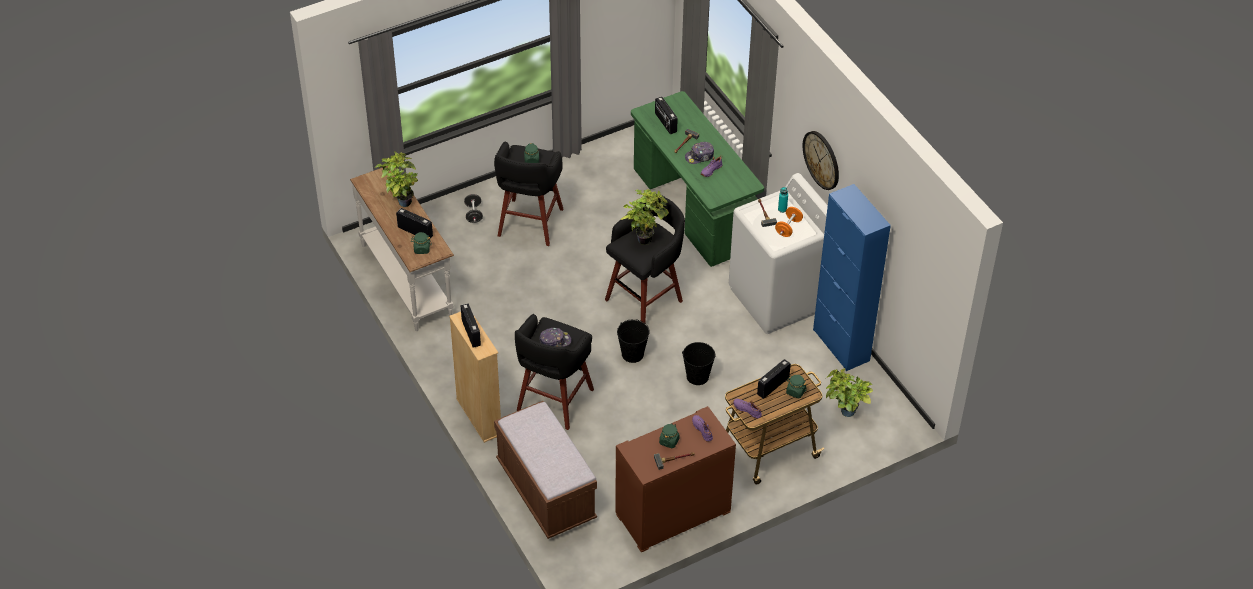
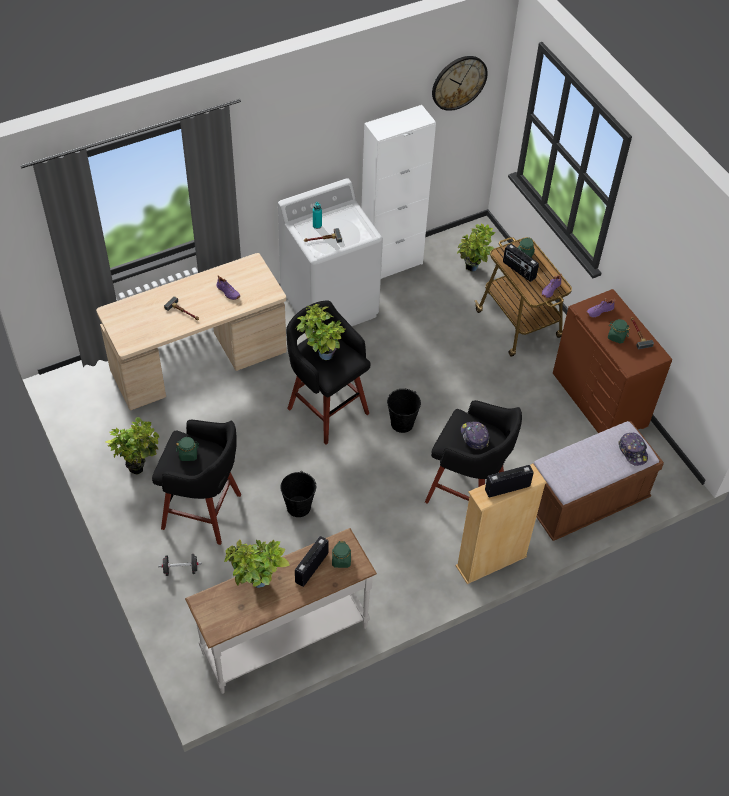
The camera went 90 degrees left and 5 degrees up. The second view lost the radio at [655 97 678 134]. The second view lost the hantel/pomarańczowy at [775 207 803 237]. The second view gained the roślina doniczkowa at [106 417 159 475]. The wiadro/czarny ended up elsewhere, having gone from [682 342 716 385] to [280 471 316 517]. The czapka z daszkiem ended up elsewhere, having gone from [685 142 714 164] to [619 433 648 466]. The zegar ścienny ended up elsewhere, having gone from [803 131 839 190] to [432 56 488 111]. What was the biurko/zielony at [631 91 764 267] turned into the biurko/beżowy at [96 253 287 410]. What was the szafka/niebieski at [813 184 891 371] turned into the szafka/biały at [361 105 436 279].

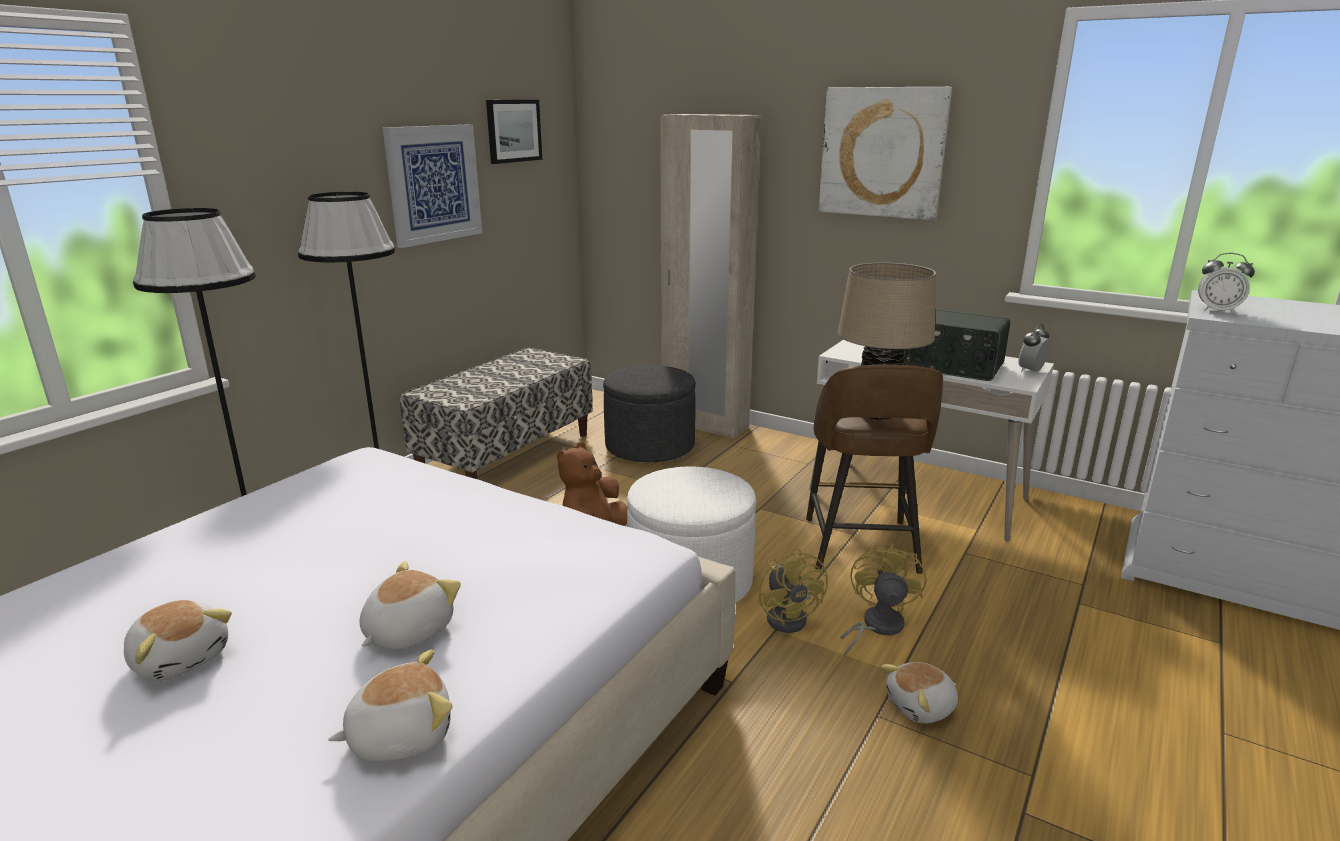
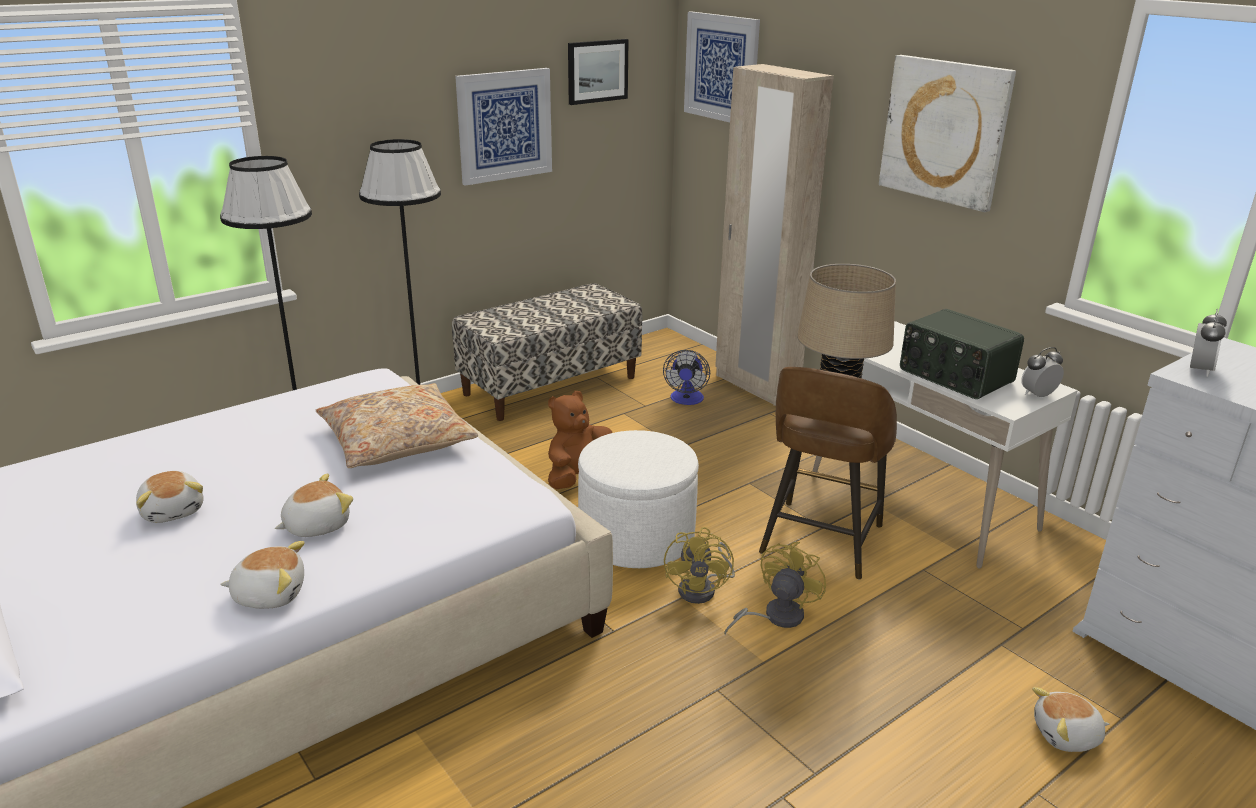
The camera went 20 degrees right and 5 degrees up. The second view gained the poduszka/beżowy at [316 383 478 468]. The second view gained the obraz at [684 11 760 122]. The pluszak ended up elsewhere, having gone from [881 662 958 723] to [1032 687 1109 752]. Where the pufa/szary stood at [603 365 696 462], the wentylator came to stand at [663 350 710 405]. The budzik at [1198 253 1255 314] ended up facing another way, 105 degrees counterclockwise from before.

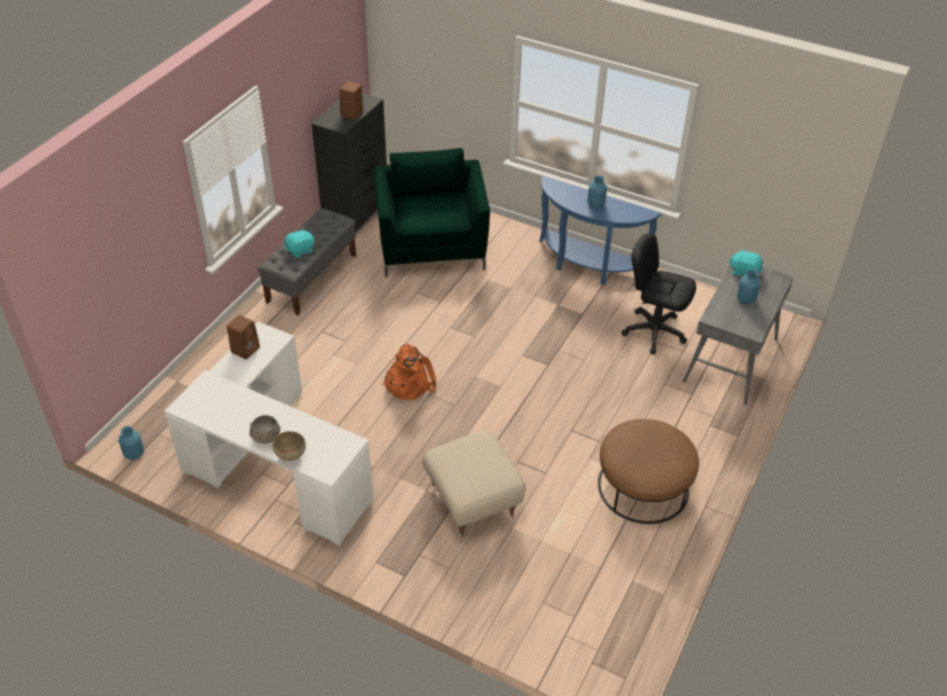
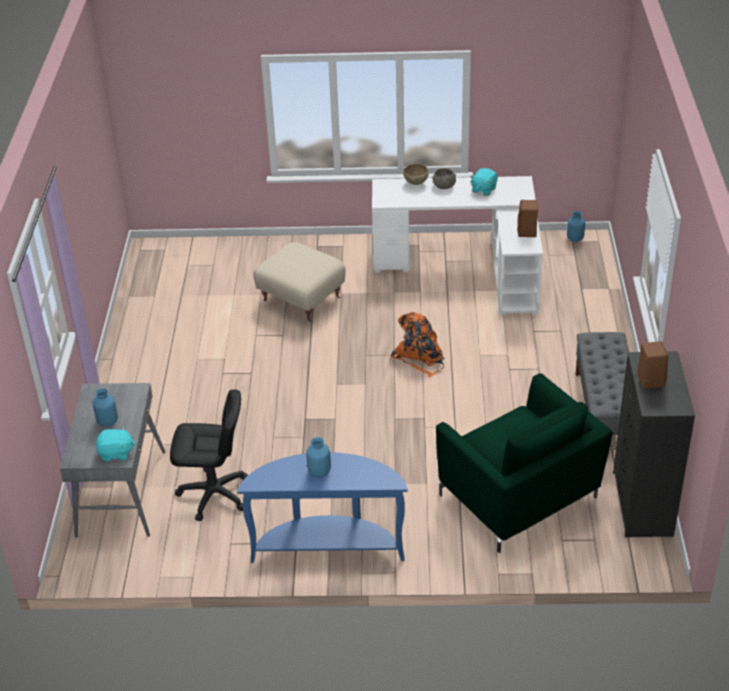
The camera went 155 degrees right and 5 degrees down. The second view lost the pufa/brązowy at [598 419 699 524]. The pluszak/turkusowy ended up elsewhere, having gone from [284 228 315 258] to [470 168 498 196].

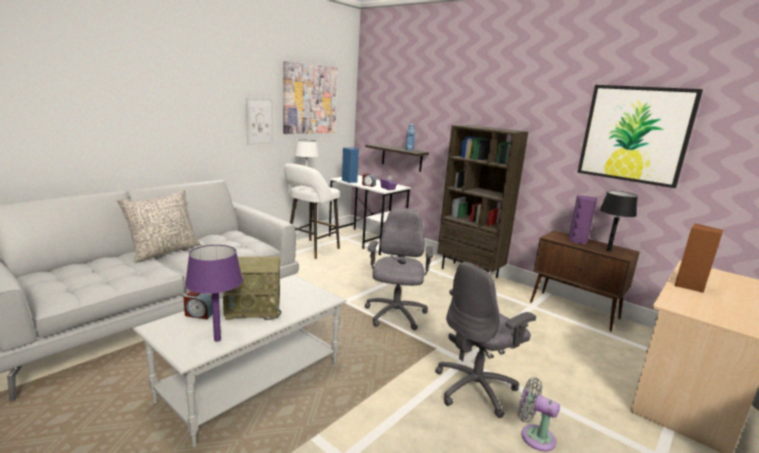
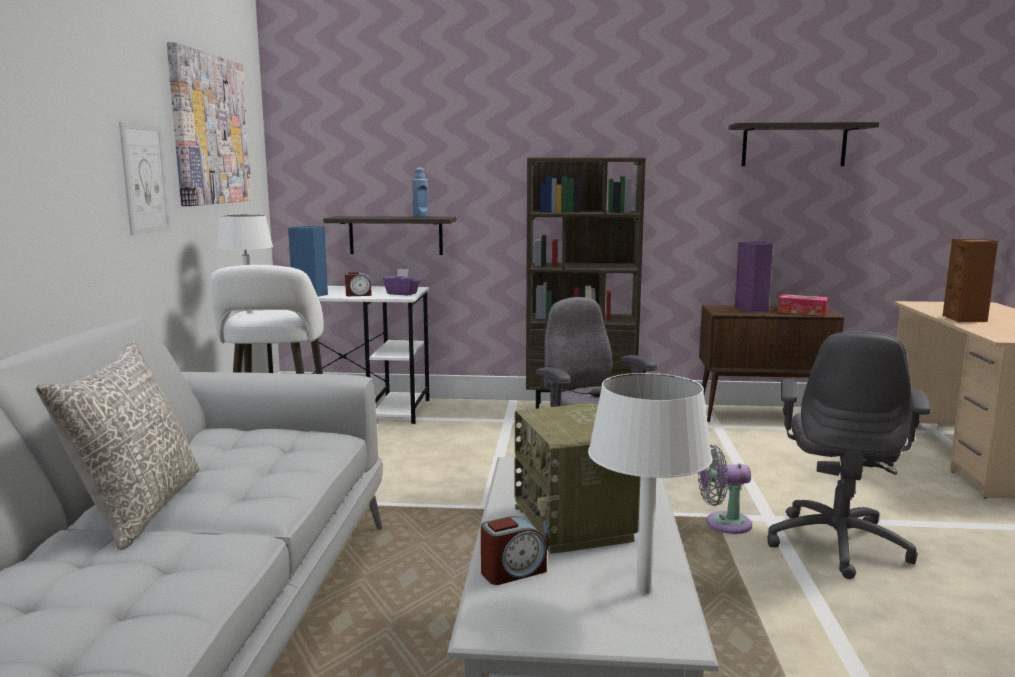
The camera went 35 degrees left and 5 degrees down. The wentylator/szary ended up elsewhere, having gone from [518 377 560 451] to [698 445 752 534]. Where the obraz hung at [577 85 703 188], the półka came to hang at [728 122 879 166]. Where the lampa stołowa/czarny stood at [600 191 638 252], the pudełko chusteczek came to stand at [778 294 828 316]. What was the lampa stołowa/fioletowy at [185 245 243 342] turned into the lampa stołowa/biały at [588 373 712 595]. The radio at [223 256 281 320] ended up facing another way, 120 degrees clockwise from before.

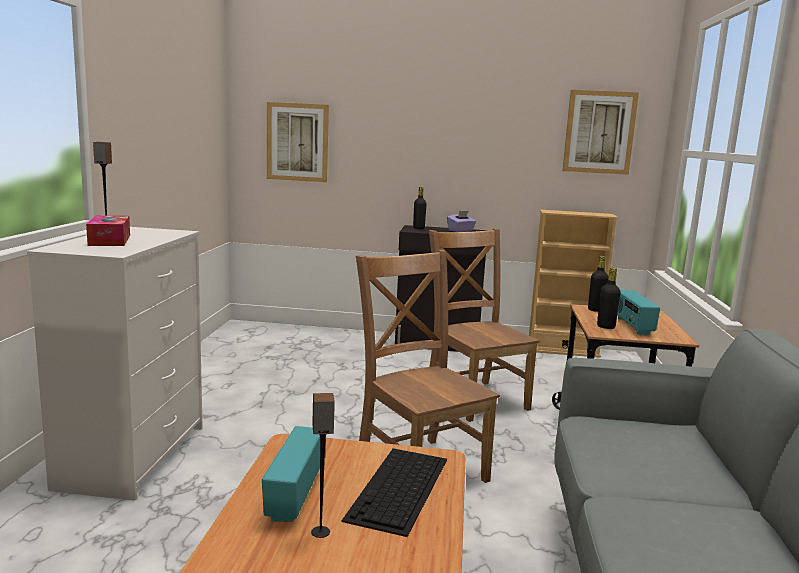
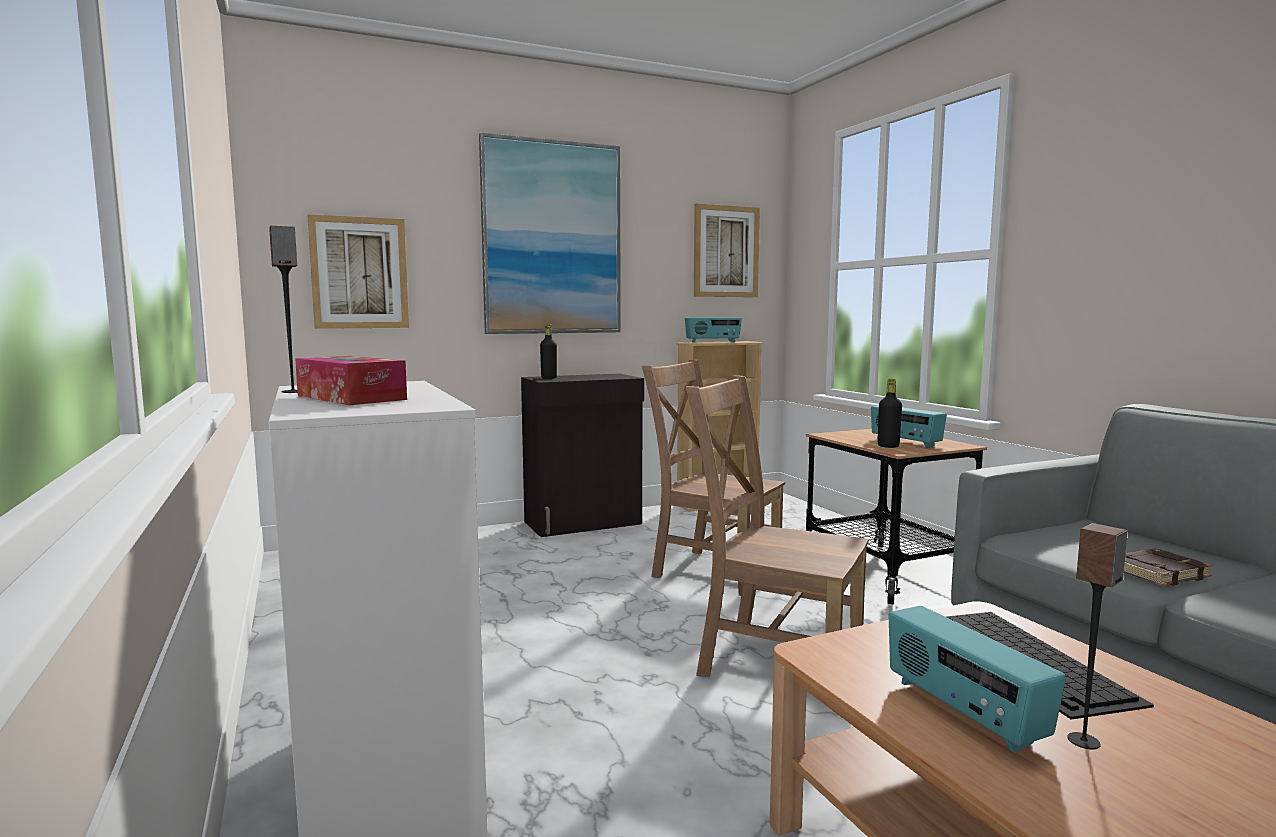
The camera went 30 degrees left and 5 degrees down. The second view lost the pudełko chusteczek/fioletowy at [447 211 476 232]. The second view lost the butelka/czarny at [588 256 608 312]. The second view gained the obraz at [479 133 621 334]. The second view gained the radio at [685 318 742 343]. The second view gained the książka/brązowy at [1124 549 1213 586].

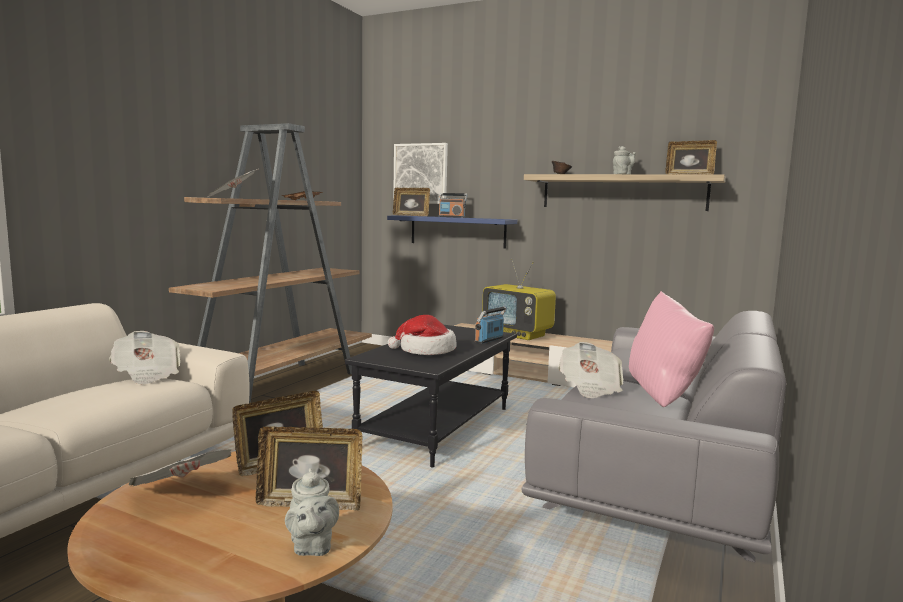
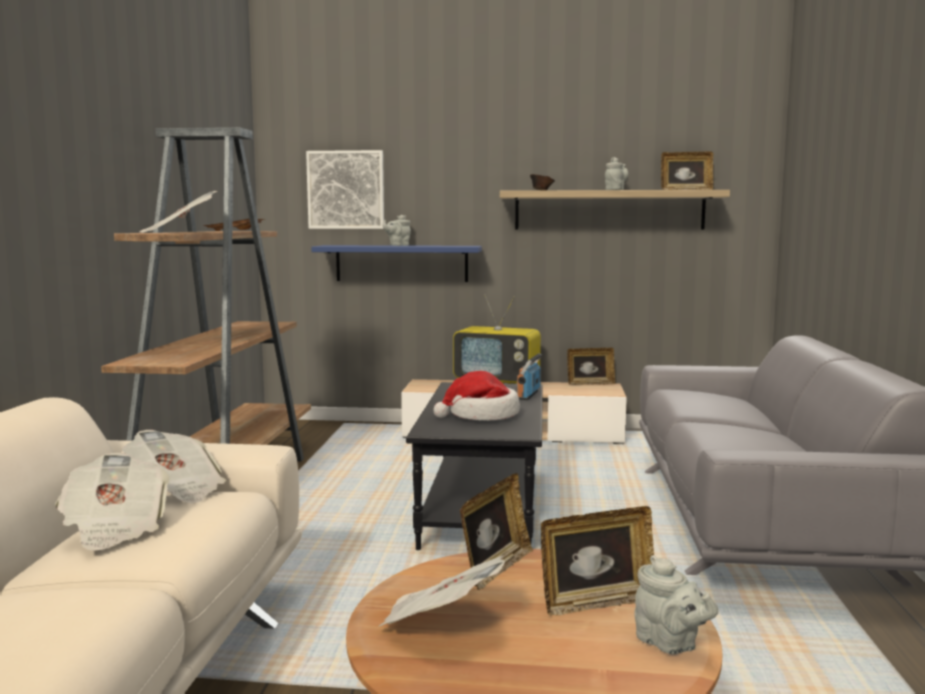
The camera went 20 degrees left and 0 degrees up. The second view lost the poduszka/różowy at [629 291 714 407]. The ramka na zdjęcie ended up elsewhere, having gone from [393 188 430 216] to [567 348 615 385]. The gazeta ended up elsewhere, having gone from [558 342 623 398] to [56 453 170 551]. Where the radio stood at [439 193 467 218], the imbryk/szary came to stand at [383 215 411 246].

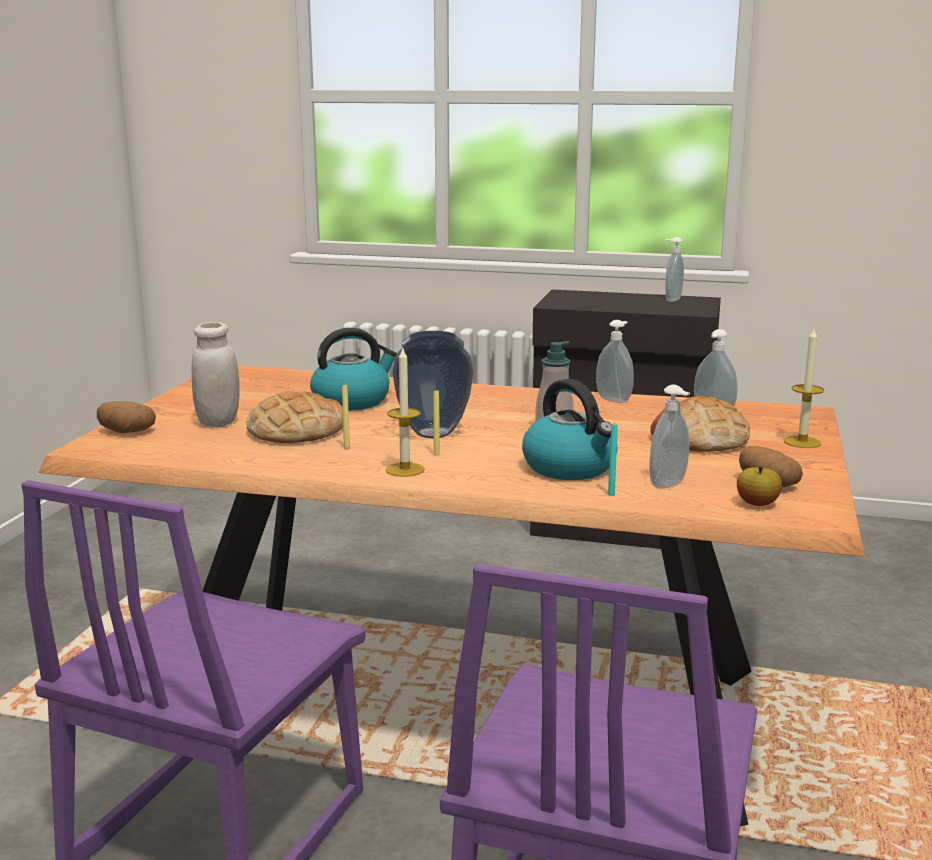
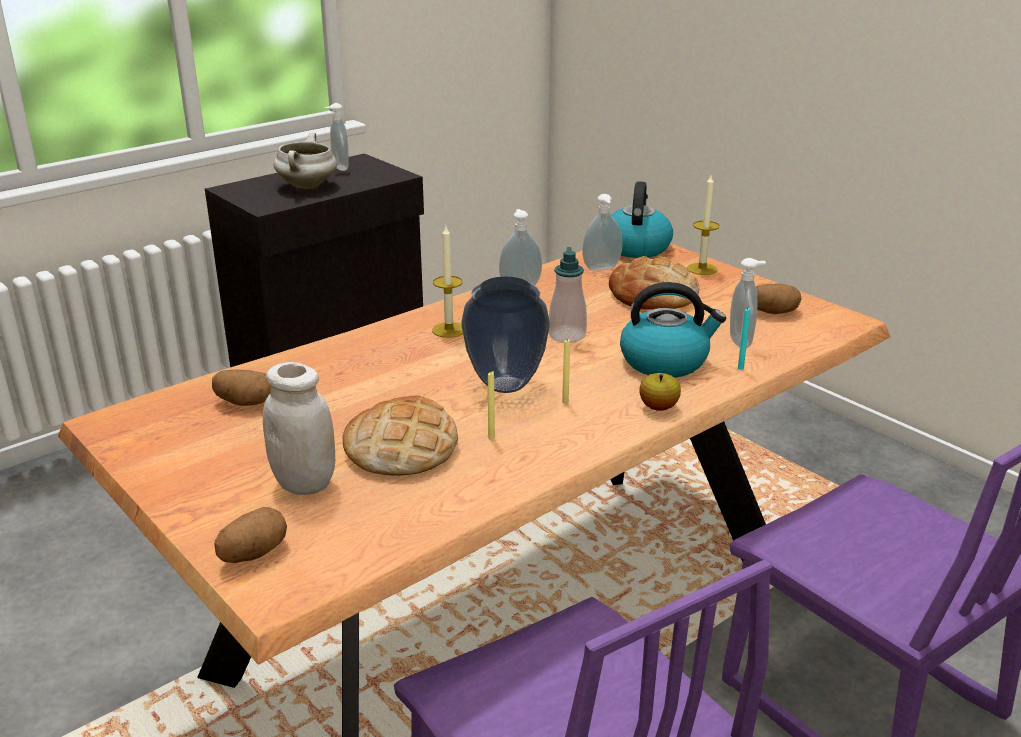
The camera went 55 degrees left and 10 degrees up. The second view gained the ziemniak at [212 369 271 406]. The second view gained the garnek/biały at [273 132 337 189]. The czajnik ended up elsewhere, having gone from [310 328 397 410] to [611 181 673 258]. The świeca ended up elsewhere, having gone from [386 346 425 477] to [432 226 463 338]. The jabłko ended up elsewhere, having gone from [737 466 782 506] to [640 373 681 411].

